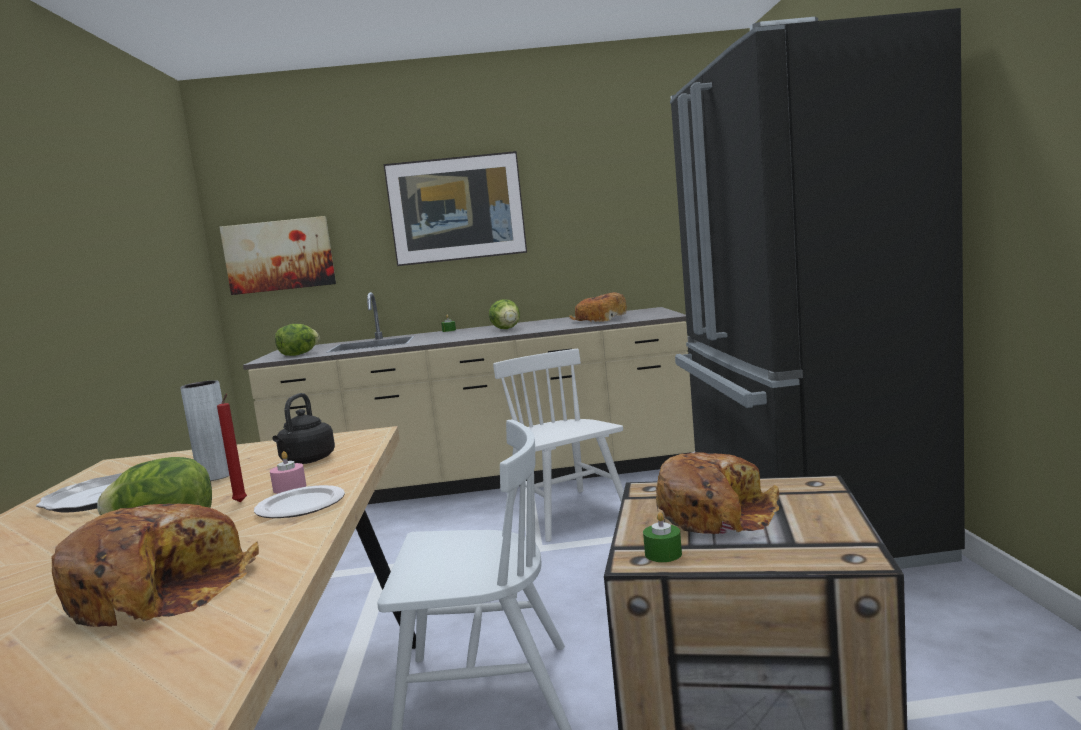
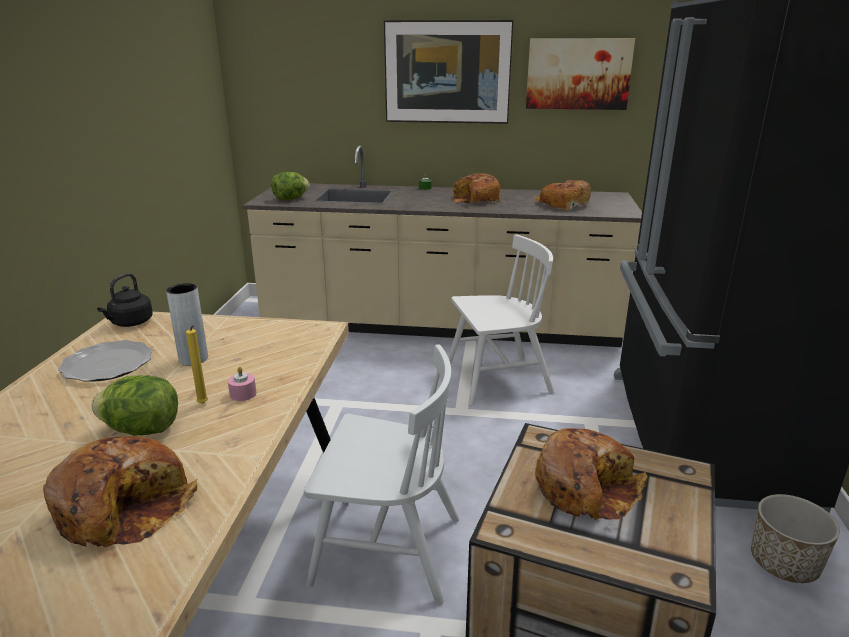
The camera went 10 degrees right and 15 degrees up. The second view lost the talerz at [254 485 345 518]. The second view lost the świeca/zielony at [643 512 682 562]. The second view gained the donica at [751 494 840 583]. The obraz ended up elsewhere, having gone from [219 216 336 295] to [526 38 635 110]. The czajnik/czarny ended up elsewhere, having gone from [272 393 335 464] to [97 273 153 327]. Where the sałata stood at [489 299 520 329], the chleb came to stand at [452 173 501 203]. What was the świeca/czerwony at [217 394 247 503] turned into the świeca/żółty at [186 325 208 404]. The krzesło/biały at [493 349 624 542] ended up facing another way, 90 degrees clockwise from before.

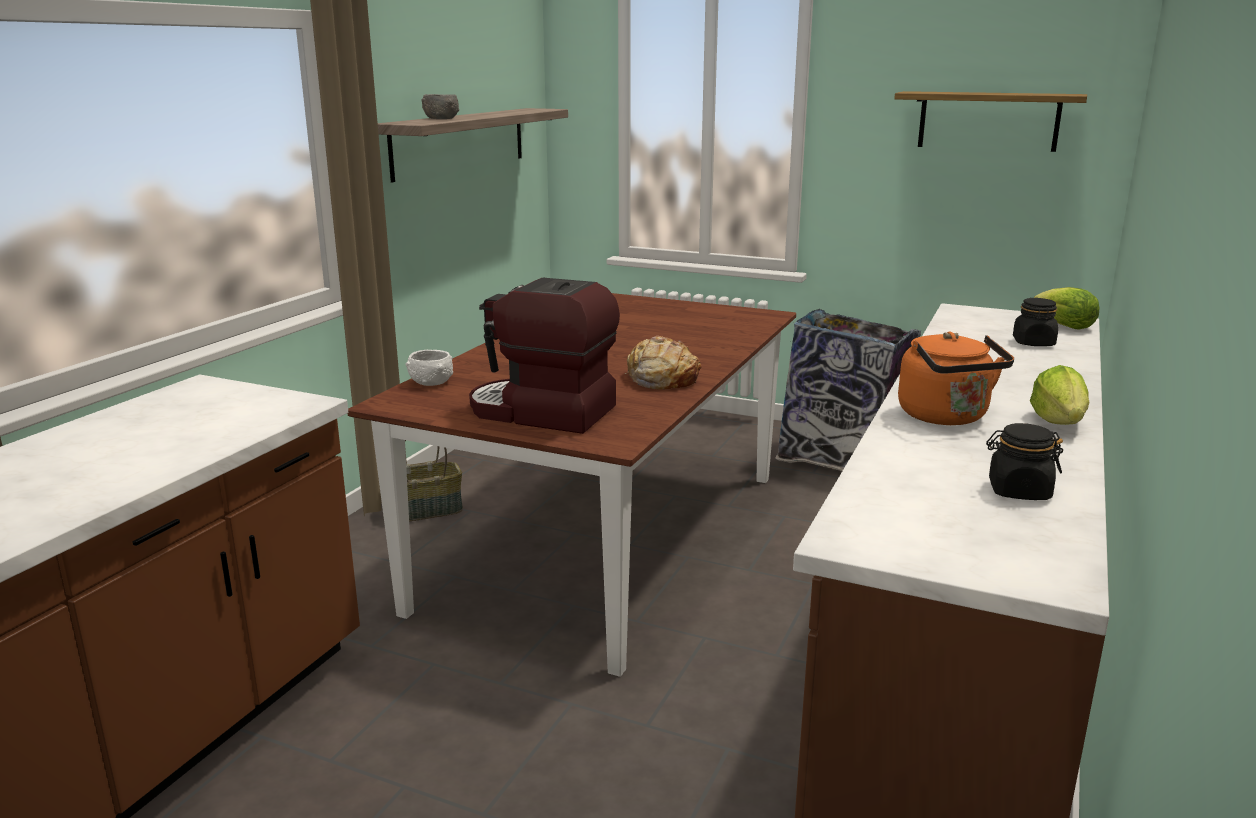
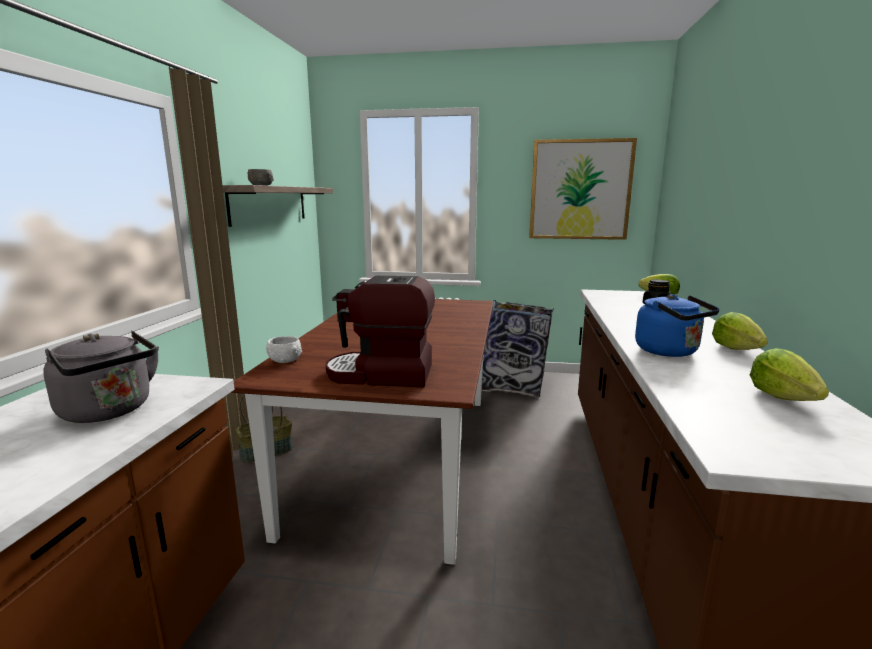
The camera went 15 degrees left and 5 degrees down. The second view lost the chleb at [624 336 701 390]. The second view gained the czajnik/szary at [43 331 159 423]. Where the półka hung at [894 91 1087 152], the obraz came to hang at [529 138 637 240]. Where the słoik/czarny stood at [986 423 1063 500], the sałata came to stand at [750 348 829 401]. What was the czajnik/pomarańczowy at [898 332 1014 425] turned into the czajnik/niebieski at [635 294 720 357].

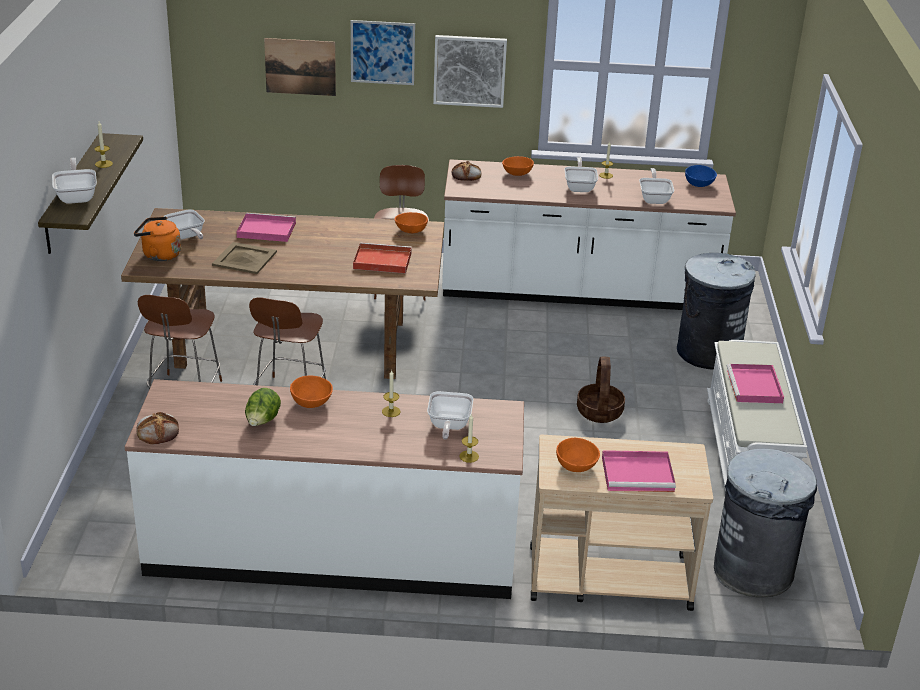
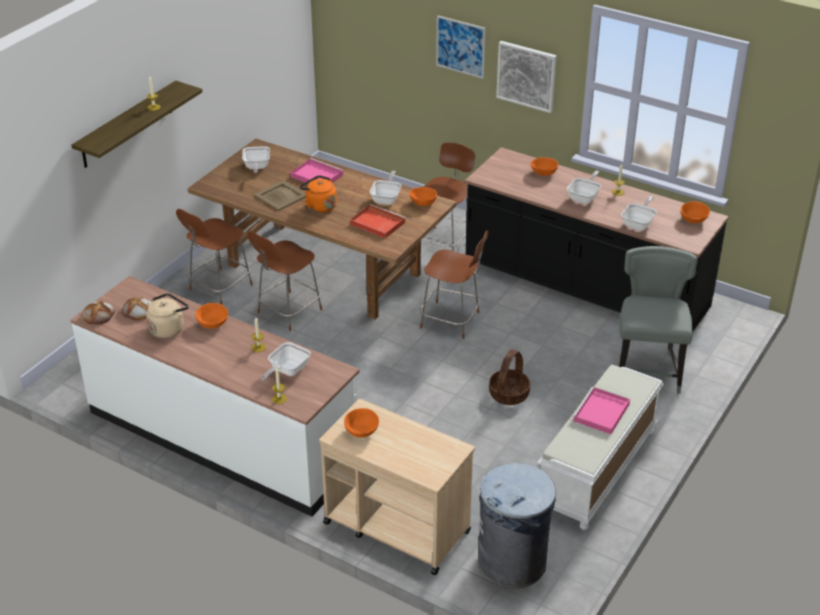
The camera went 30 degrees right and 5 degrees up. The second view lost the obraz at [264 38 336 96]. The second view lost the taca/różowy at [602 450 676 492]. The second view gained the krzesło/brązowy at [420 230 489 339]. The patelnia ended up elsewhere, having gone from [52 158 97 204] to [370 171 401 205]. The czajnik/pomarańczowy ended up elsewhere, having gone from [134 217 181 261] to [299 175 337 213]. The chleb ended up elsewhere, having gone from [451 161 481 181] to [122 297 152 320]. Where the sałata stood at [245 388 281 426], the czajnik/beżowy came to stand at [146 293 189 338]. Where the kosz na śmieci/szary stood at [677 253 756 370], the krzesło/szary came to stand at [619 246 698 394]. What was the zabudowa kuchenna/biały at [442 159 736 310] turned into the zabudowa kuchenna/czarny at [465 147 729 331]. What was the miska/niebieski at [685 165 717 187] turned into the miska/pomarańczowy at [681 201 710 223].

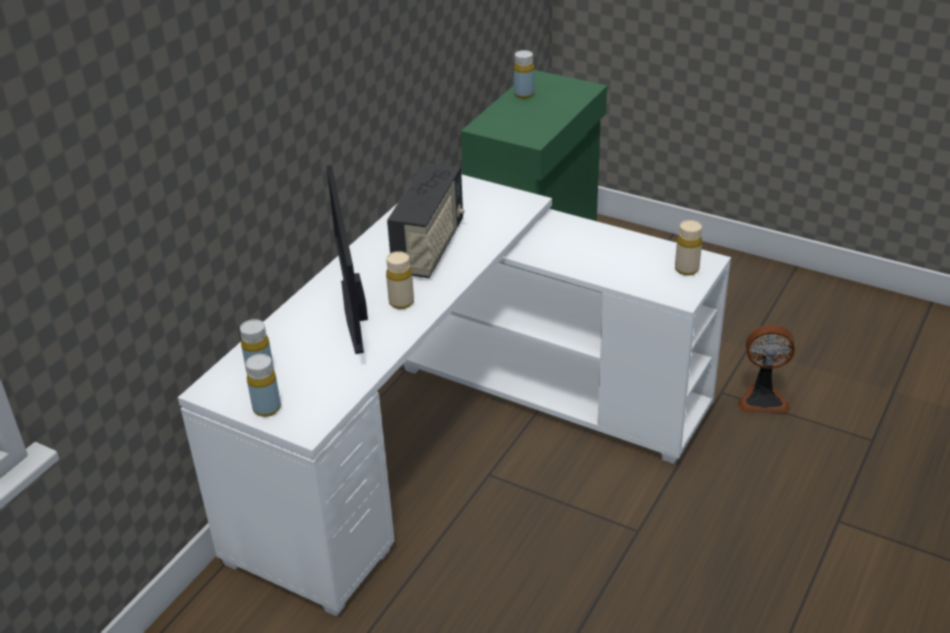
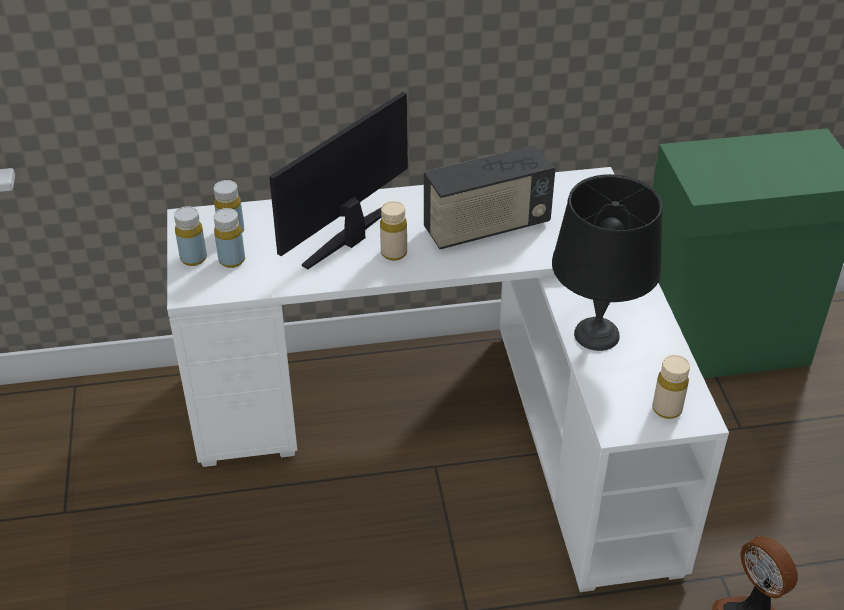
The camera went 50 degrees right and 5 degrees up. The second view gained the lampa stołowa/czarny at [552 174 663 351]. The butelka/żółty ended up elsewhere, having gone from [514 50 534 99] to [214 208 245 268].

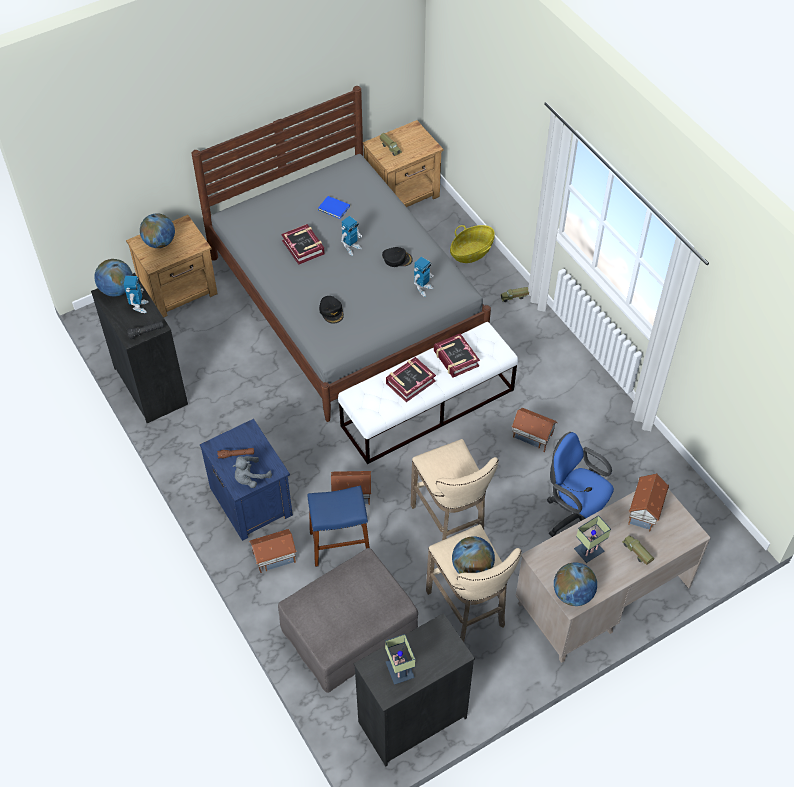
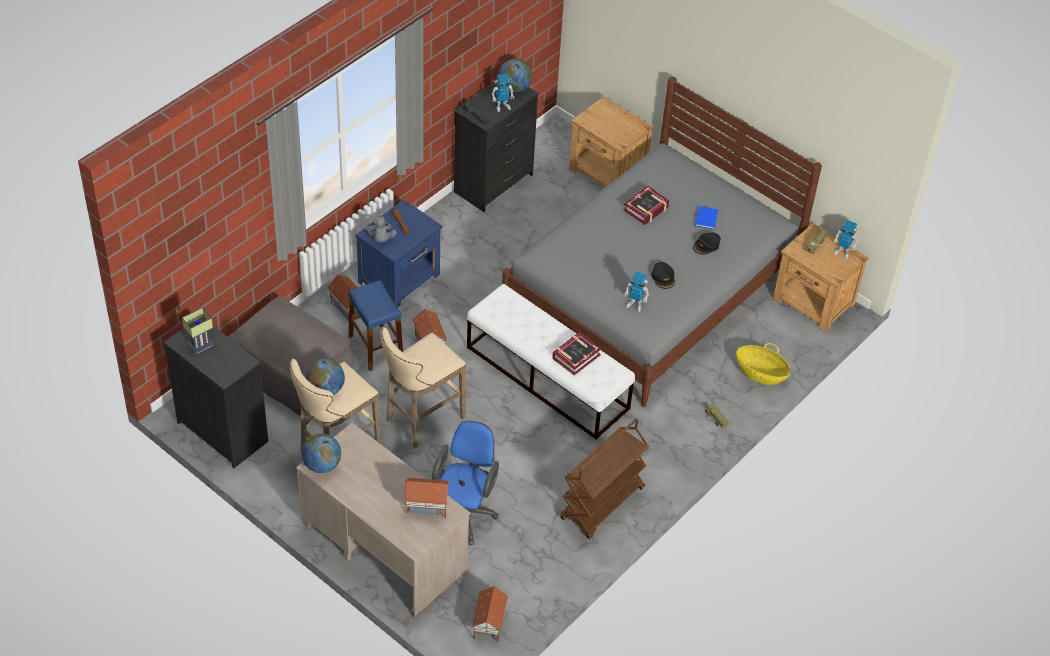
The camera went 70 degrees right and 5 degrees down. The second view lost the globus at [140 213 175 248]. The second view lost the książka at [386 357 436 402]. The second view lost the lampa stołowa at [574 515 611 563]. The second view lost the ciężarówka zabawkowa at [622 536 654 565]. The second view gained the wózek/brązowy at [560 419 649 539]. The czapka z daszkiem/czarny ended up elsewhere, having gone from [319 296 344 324] to [693 232 721 255]. The robot zabawkowy ended up elsewhere, having gone from [341 216 362 256] to [833 220 858 259]. The domek ended up elsewhere, having gone from [511 408 558 453] to [472 586 508 642]. The pluszak/szary at [233 456 272 488] ended up facing another way, 135 degrees counterclockwise from before.

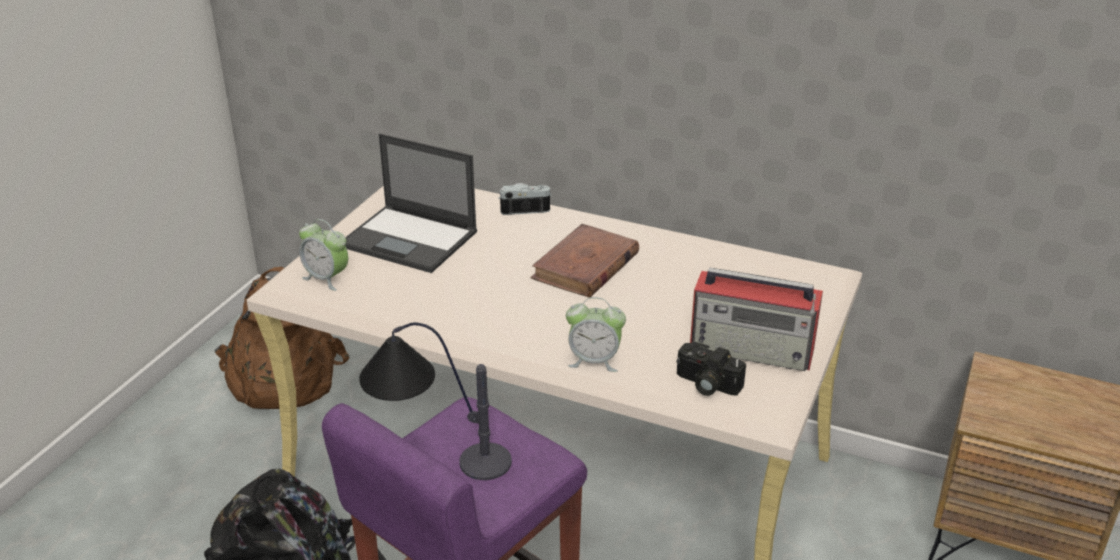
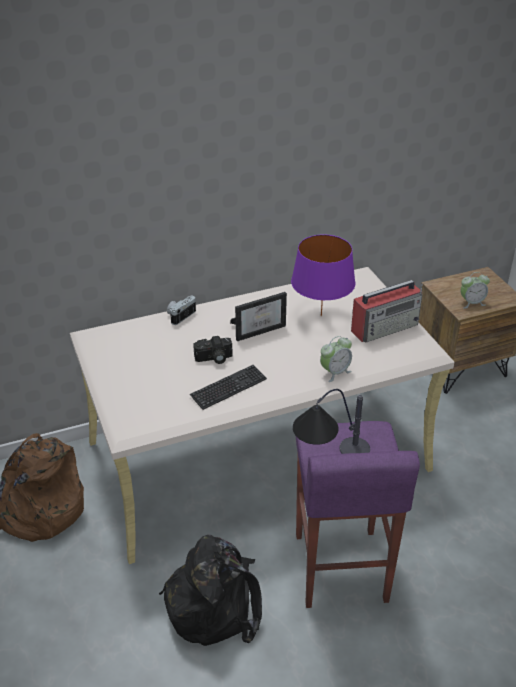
The camera went 45 degrees left and 5 degrees up. The second view lost the laptop at [345 133 477 273]. The second view gained the klawiatura at [190 365 267 410]. The second view gained the lampa stołowa/fioletowy at [291 234 356 316]. The budzik ended up elsewhere, having gone from [299 219 348 291] to [461 272 490 309]. The aparat fotograficzny ended up elsewhere, having gone from [676 342 746 396] to [193 336 232 364]. Where the książka/brązowy stood at [531 224 639 298], the ramka na zdjęcie came to stand at [230 292 287 341].

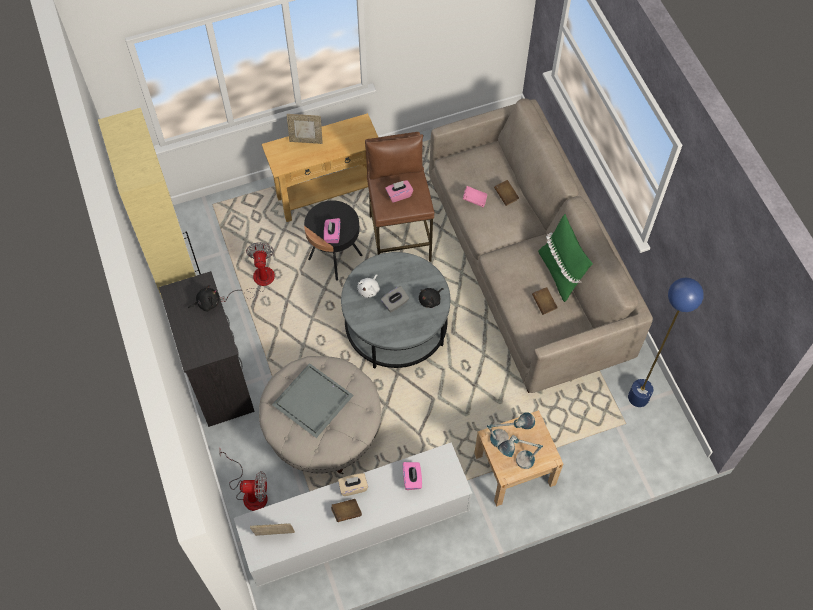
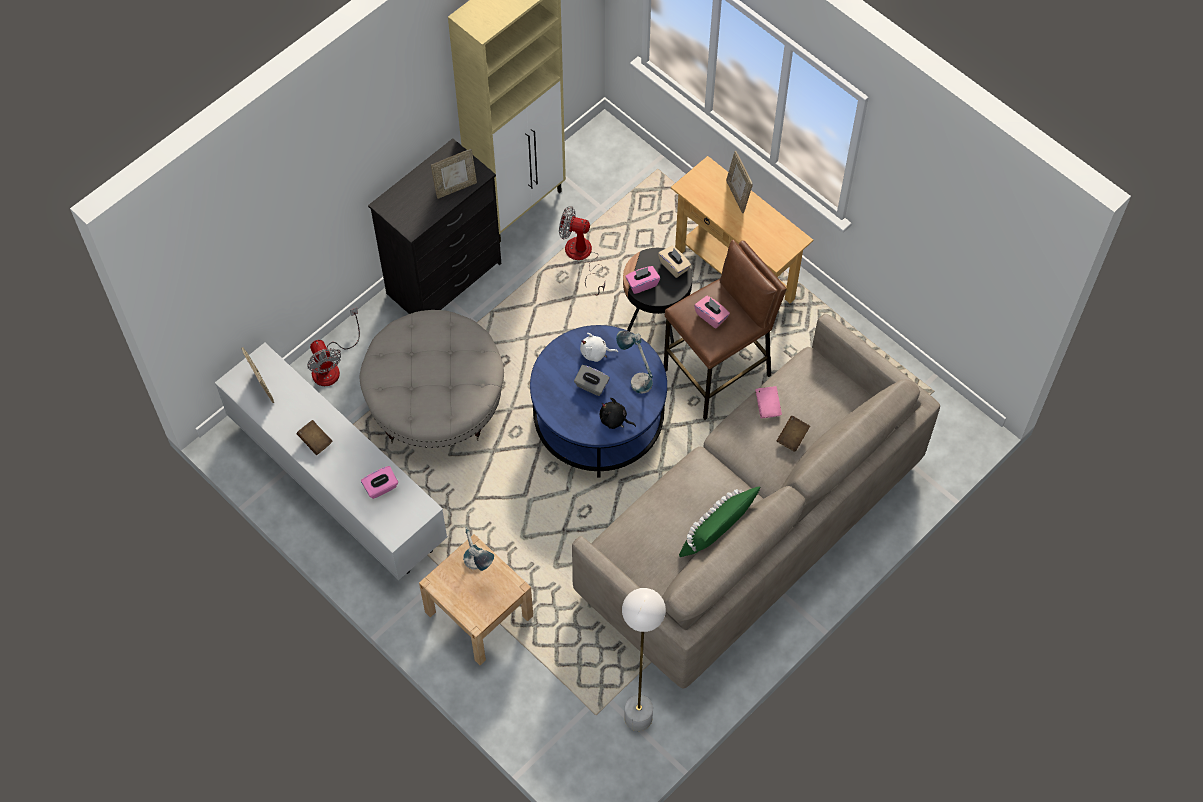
The camera went 65 degrees right and 0 degrees up. The second view lost the taca/szary at [272 363 354 438]. The second view lost the książka/brązowy at [532 287 557 315]. The pudełko chusteczek/beżowy ended up elsewhere, having gone from [338 473 368 496] to [658 246 691 278]. The lampa stołowa ended up elsewhere, having gone from [498 435 543 469] to [616 330 653 394]. Where the pluszak/czarny stood at [188 285 219 312], the ramka na zdjęcie came to stand at [431 149 477 199]. What was the ława/szary at [341 252 451 368] turned into the ława/niebieski at [530 325 667 477]. What was the lampa stojąca/niebieski at [628 278 704 407] turned into the lampa stojąca/biały at [622 588 666 731]. The wentylator at [220 242 275 302] ended up facing another way, 135 degrees counterclockwise from before.

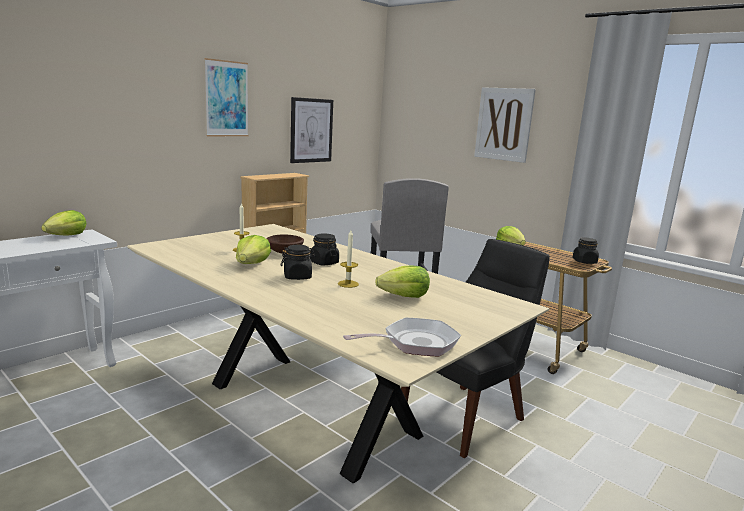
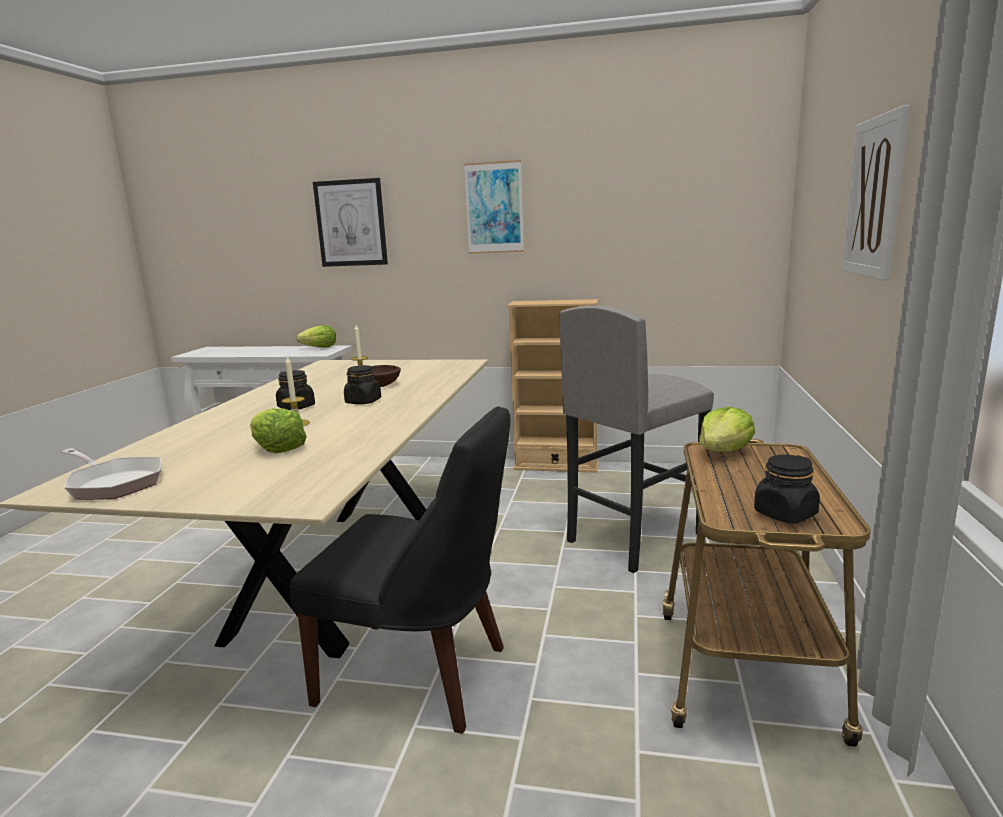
The camera went 60 degrees right and 0 degrees up. The second view lost the sałata at [236 235 271 264]. The obraz ended up elsewhere, having gone from [290 97 333 163] to [313 178 388 267].

